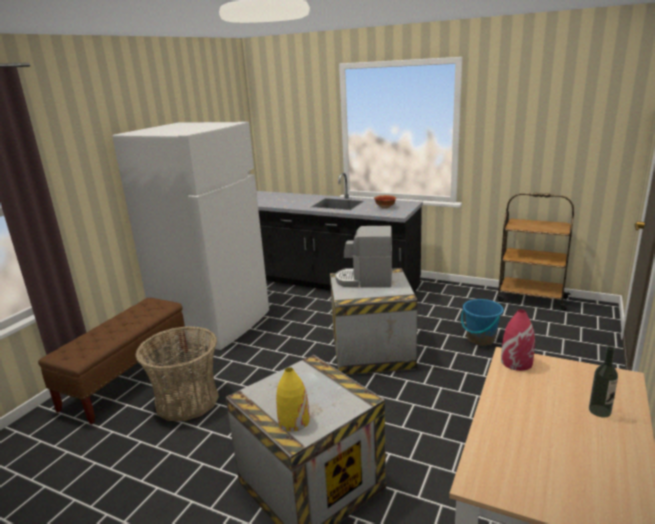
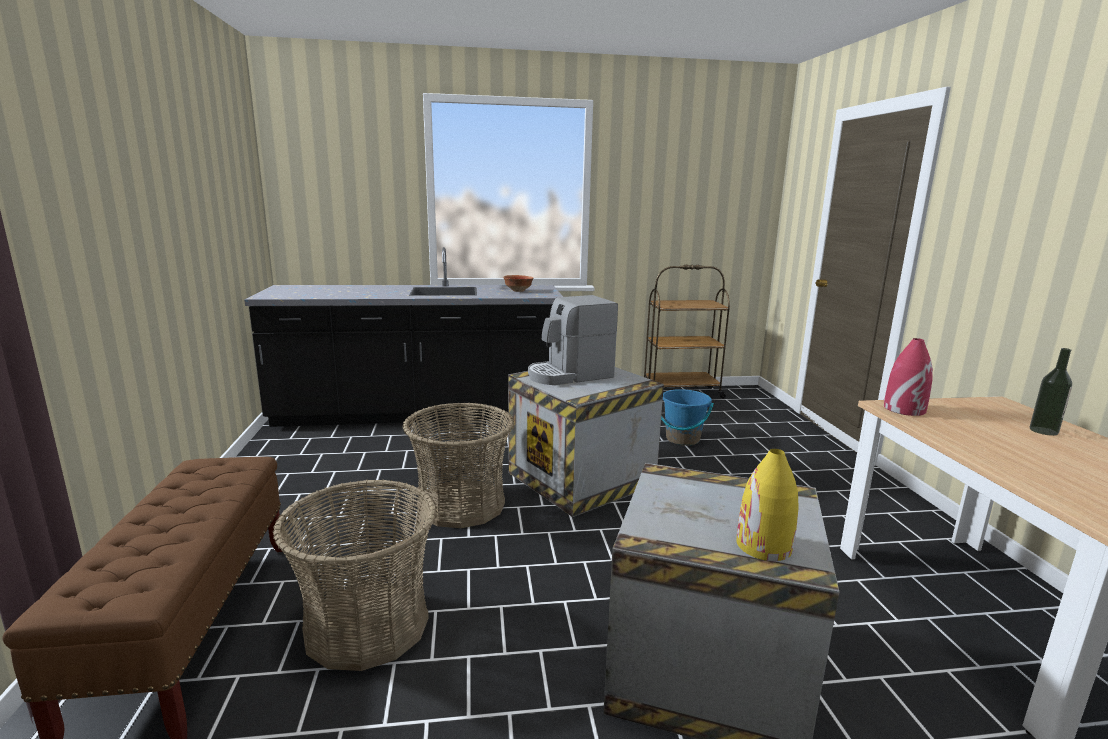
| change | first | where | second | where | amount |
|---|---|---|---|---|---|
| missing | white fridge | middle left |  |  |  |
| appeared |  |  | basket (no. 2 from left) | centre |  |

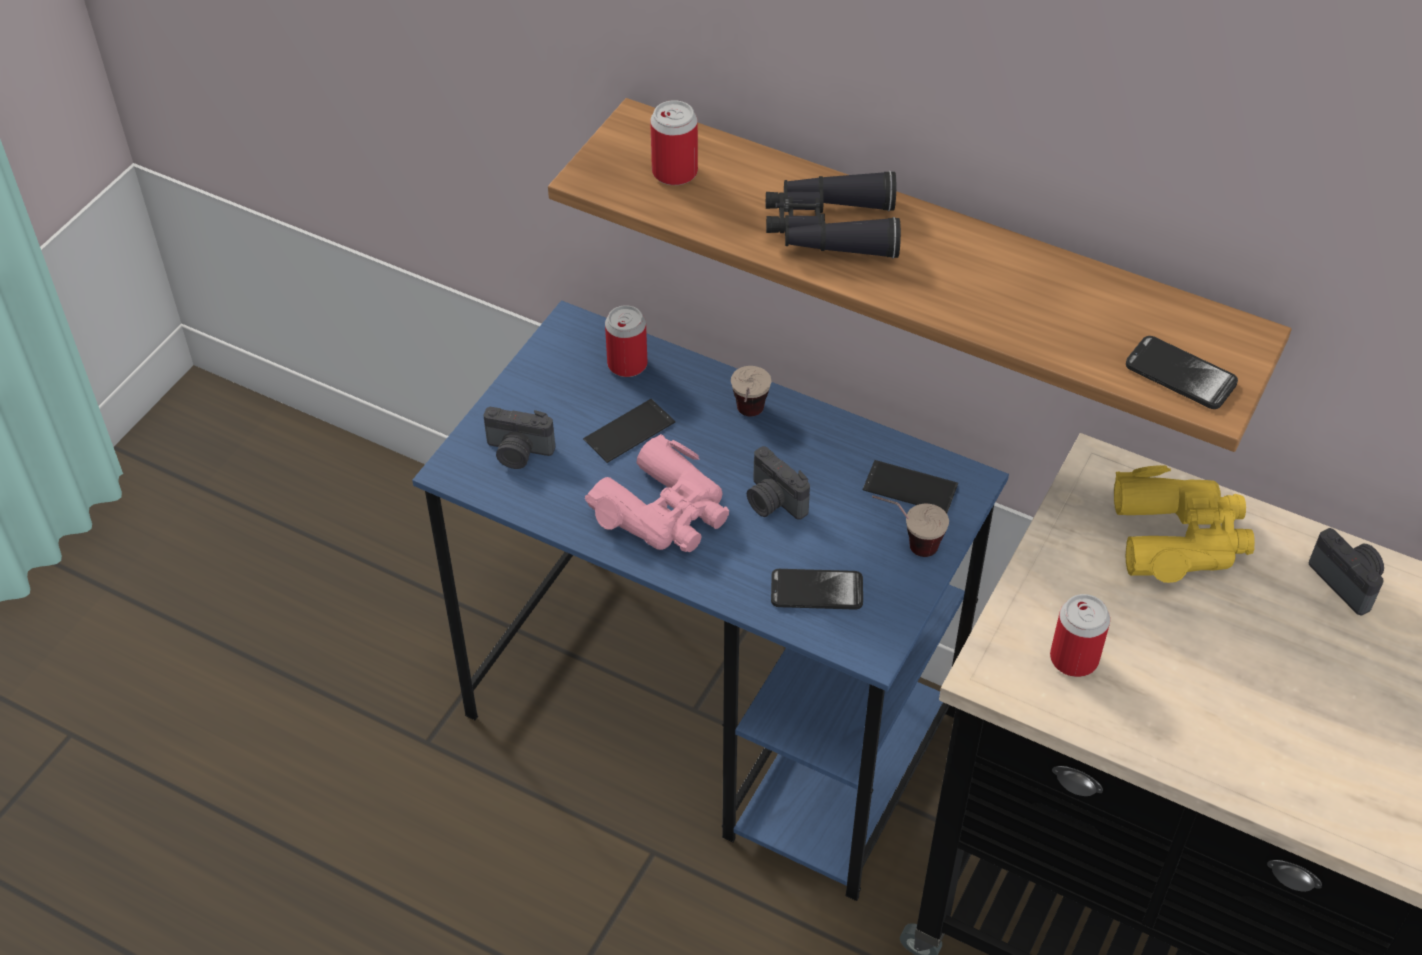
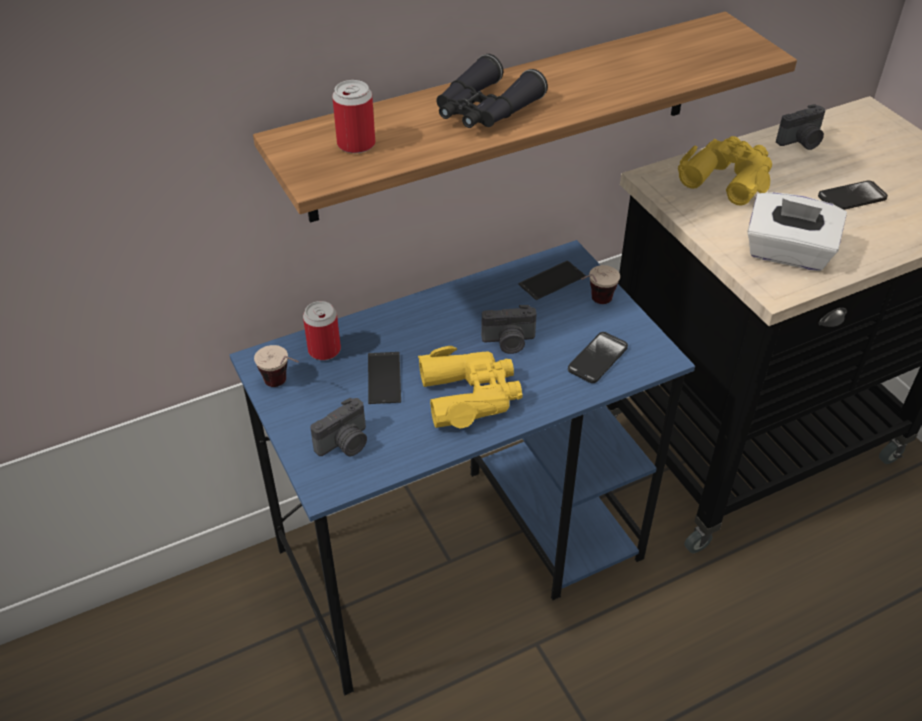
| change | first | where | second | where | amount |
|---|---|---|---|---|---|
| relocated | phone (no. 4 from left) | middle right |  | top right |  |
| relocated | cup (no. 1 from left) | centre |  | middle left |  |
| colour | pink binoculars | centre | yellow binoculars (no. 1 from left) | centre |  |
| spun | photo camera (no. 3 from left) | middle right |  | top right | 150 degrees clockwise |
| exchanged | can (no. 3 from left) | middle right | white tissue box | top right |  |

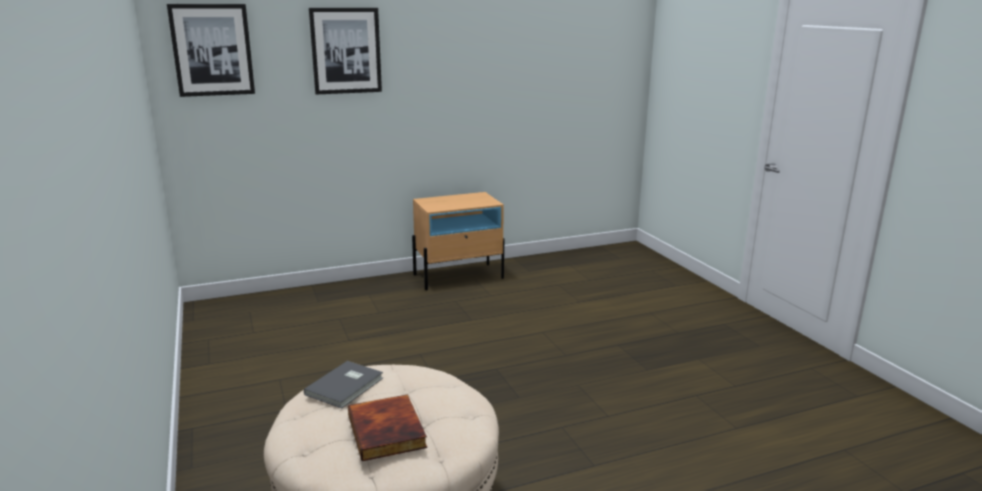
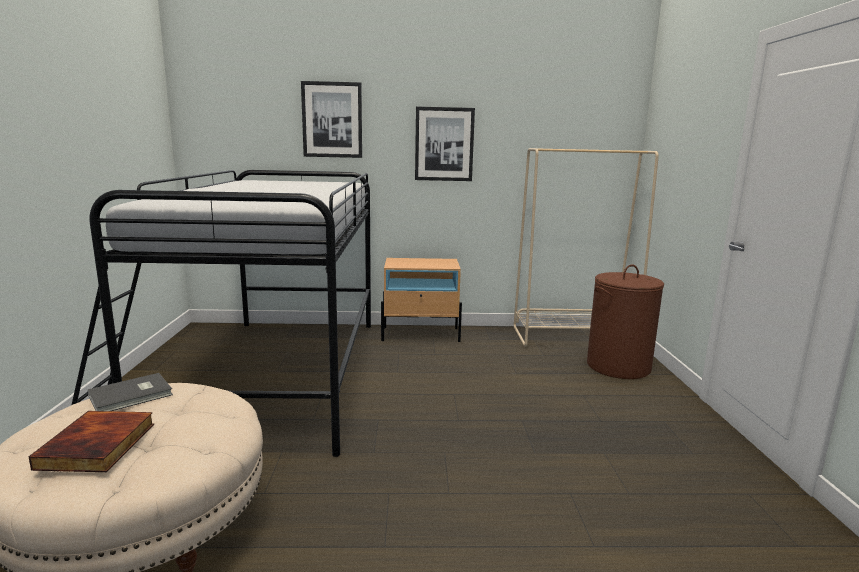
| change | first | where | second | where | amount |
|---|---|---|---|---|---|
| relocated | picture (no. 1 from left in the first image) | top left | picture (no. 2 from left) | top centre |  |
| appeared |  |  | beige clothes rack | middle right |  |
| appeared |  |  | black bed | middle left |  |
| appeared |  |  | brown laundry basket | middle right |  |

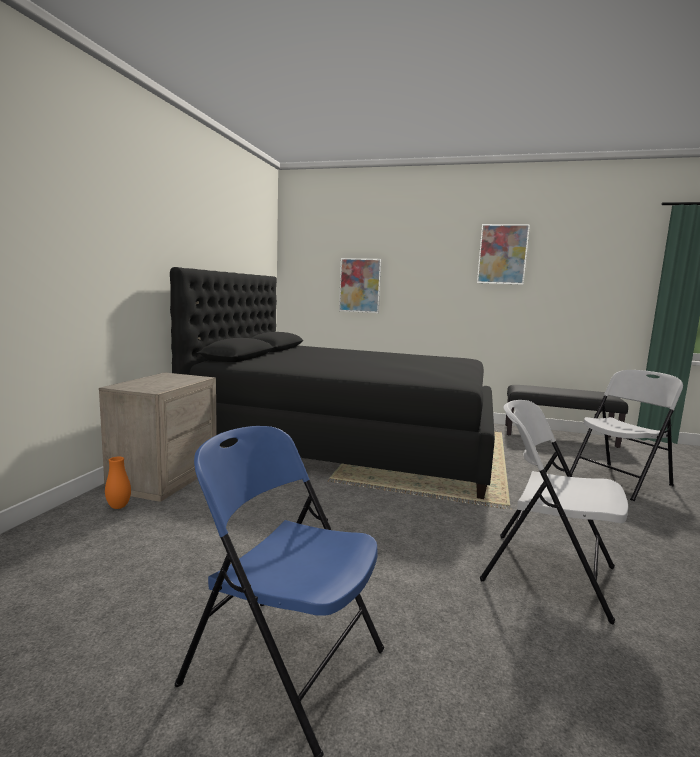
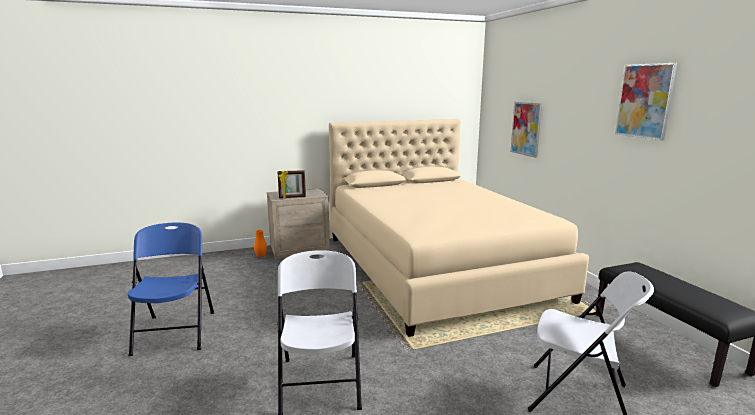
| change | first | where | second | where | amount |
|---|---|---|---|---|---|
| colour | black bed | centre | beige bed | centre |  |
| appeared |  |  | picture frame | centre |  |

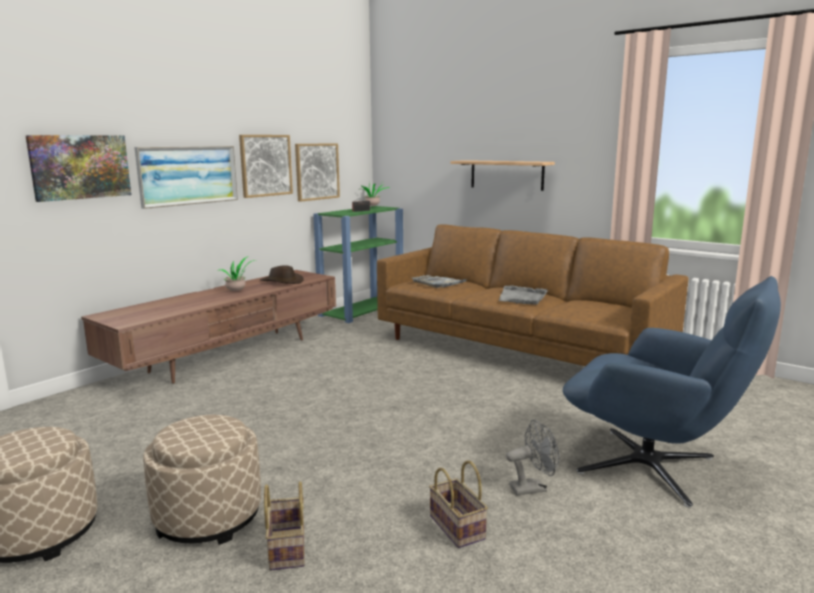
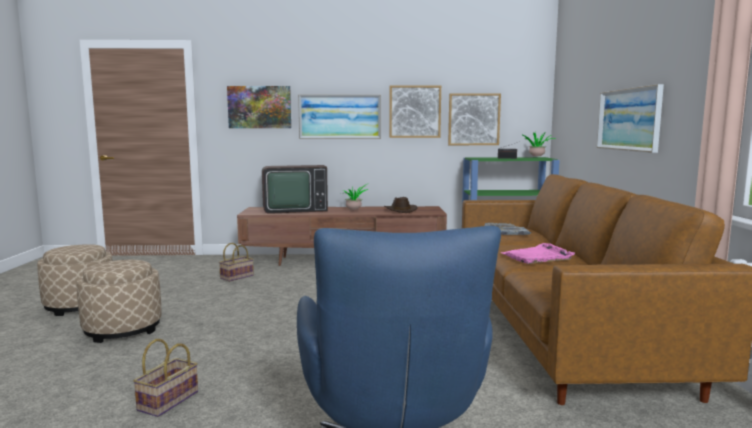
| change | first | where | second | where | amount |
|---|---|---|---|---|---|
| exchanged | shelf | top centre | picture (no. 5 from left) | top right |  |
| colour | grey tray (no. 2 from left) | centre | pink tray | middle right |  |
| missing | grey fan | bottom centre |  |  |  |
| relocated | basket (no. 1 from left in the first image) | bottom centre | basket (no. 2 from left) | middle left |  |
| appeared |  |  | television | centre |  |

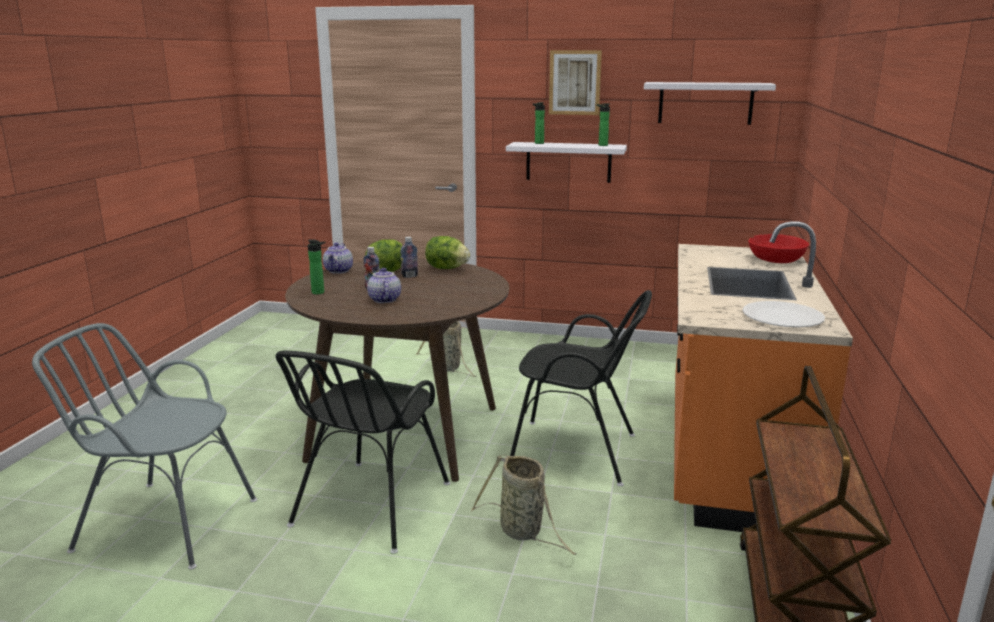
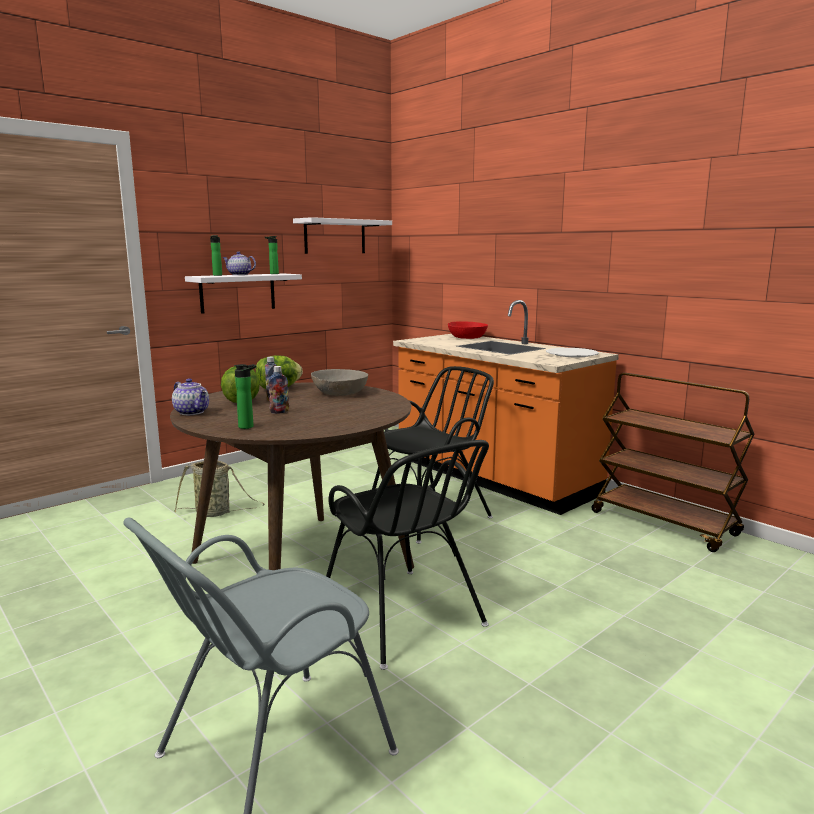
| change | first | where | second | where | amount |
|---|---|---|---|---|---|
| missing | picture | top centre |  |  |  |
| relocated | teapot (no. 2 from left) | centre |  | top left |  |
| missing | basket (no. 2 from left) | bottom centre |  |  |  |
| appeared |  |  | grey bowl | centre |  |

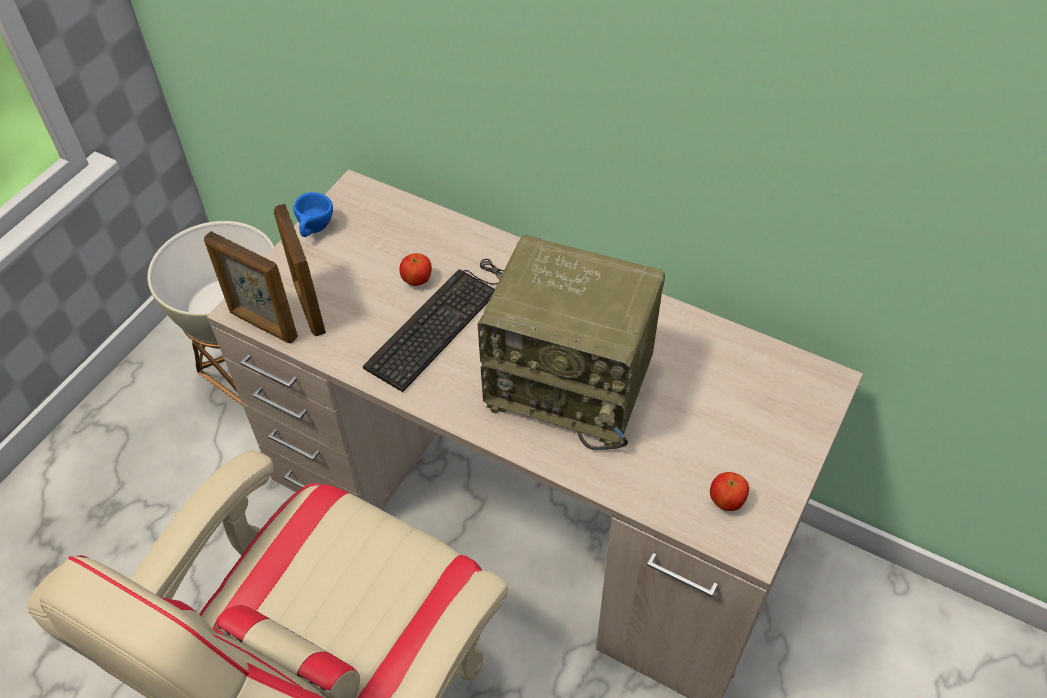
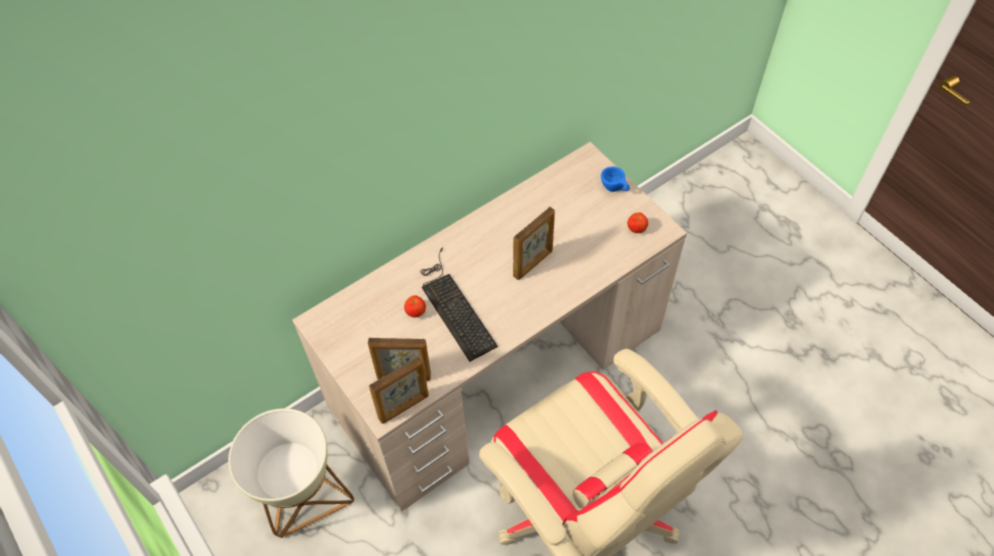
| change | first | where | second | where | amount |
|---|---|---|---|---|---|
| relocated | blue cup | top left |  | top centre |  |
| exchanged | radio | centre | picture frame (no. 3 from left) | centre |  |

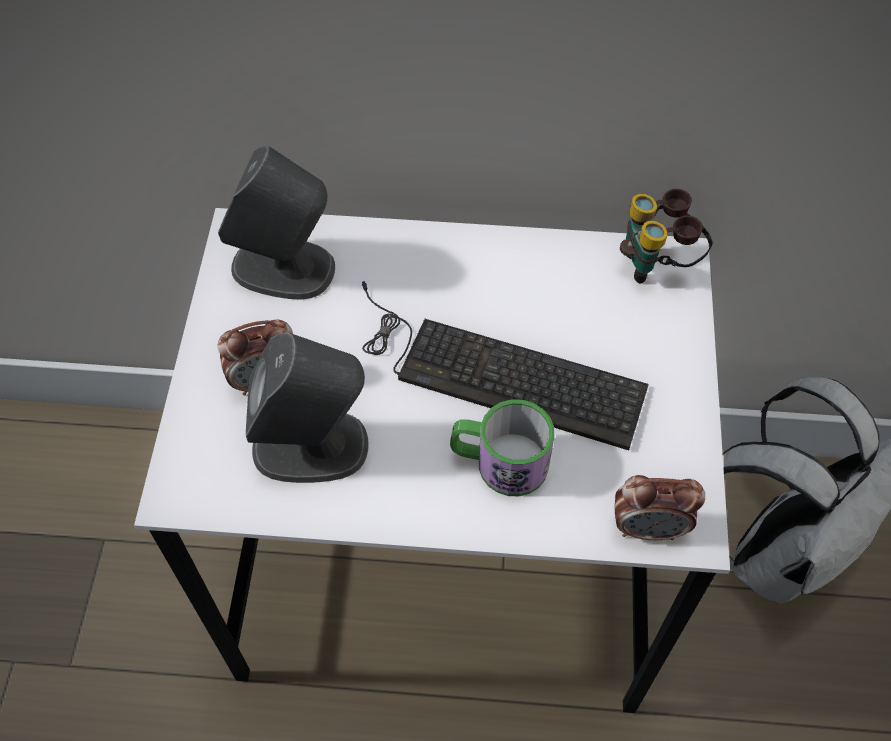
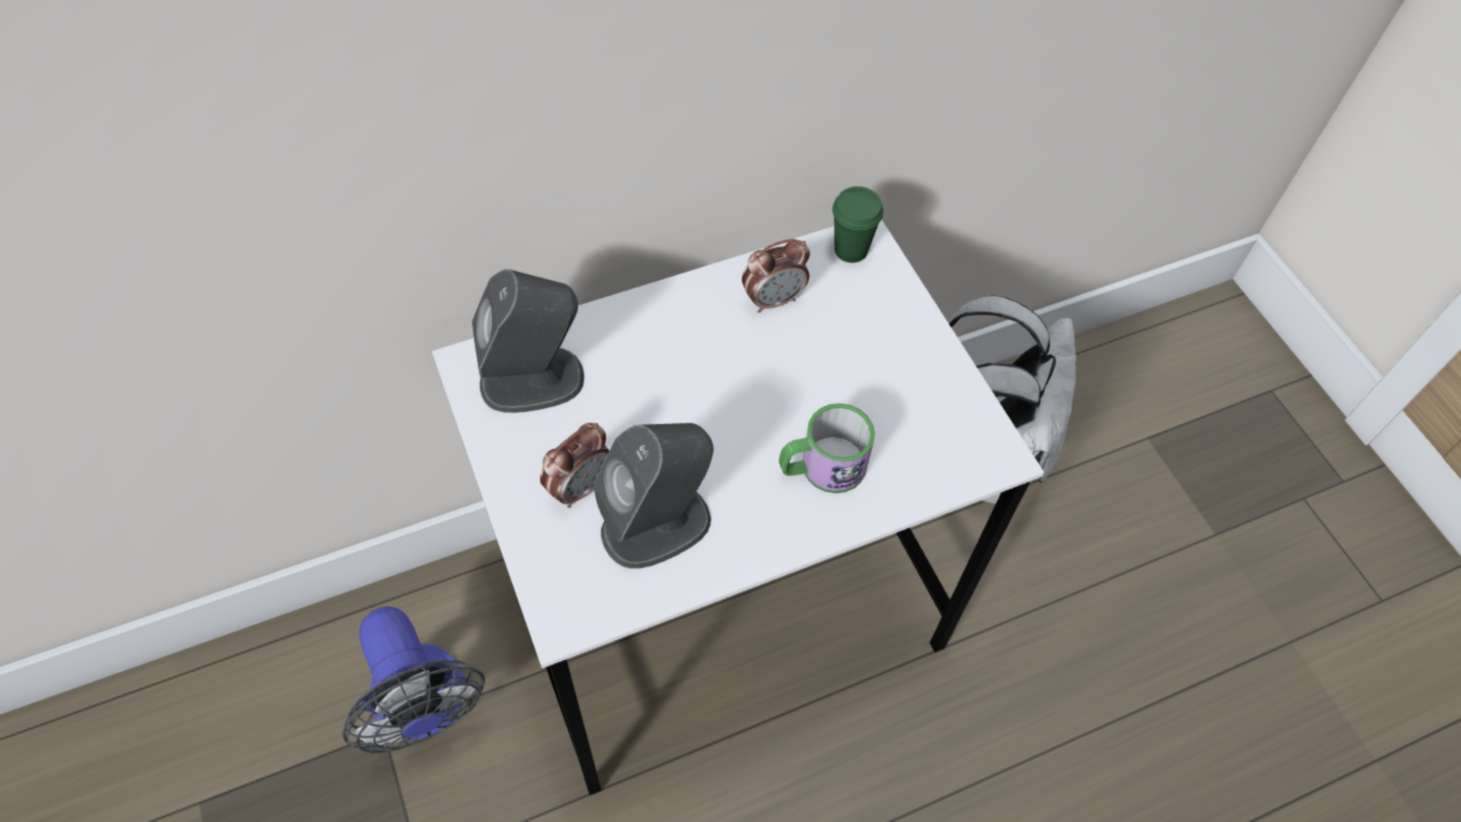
| change | first | where | second | where | amount |
|---|---|---|---|---|---|
| exchanged | binoculars | top right | green cup | top centre |  |
| missing | keyboard | centre |  |  |  |
| relocated | alarm clock (no. 2 from left) | bottom right |  | centre |  |
| appeared |  |  | fan | bottom left |  |

